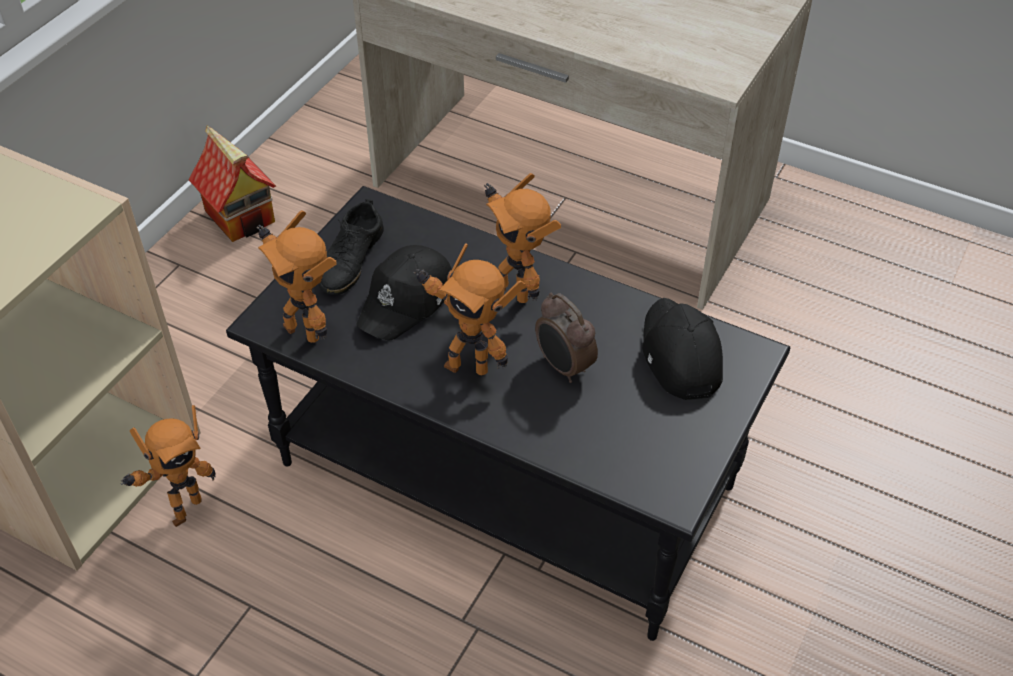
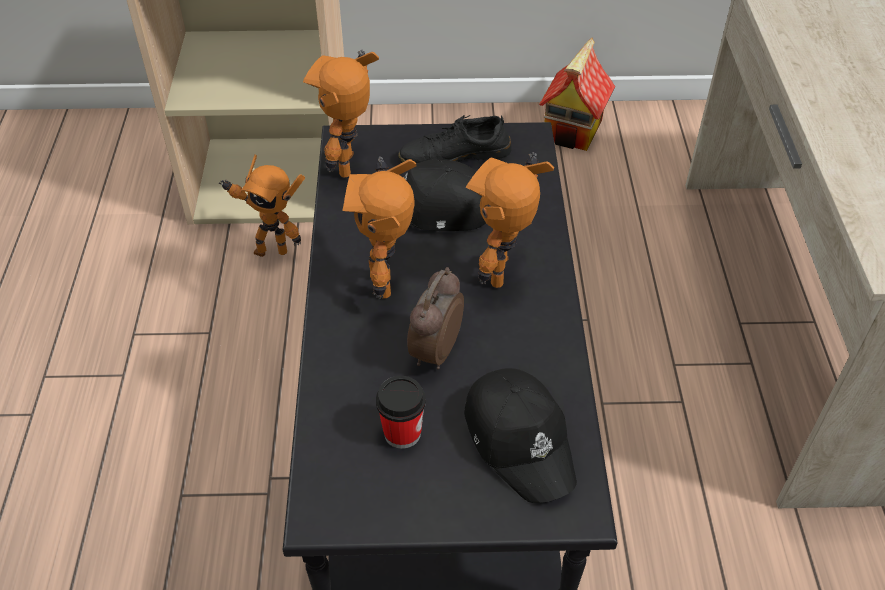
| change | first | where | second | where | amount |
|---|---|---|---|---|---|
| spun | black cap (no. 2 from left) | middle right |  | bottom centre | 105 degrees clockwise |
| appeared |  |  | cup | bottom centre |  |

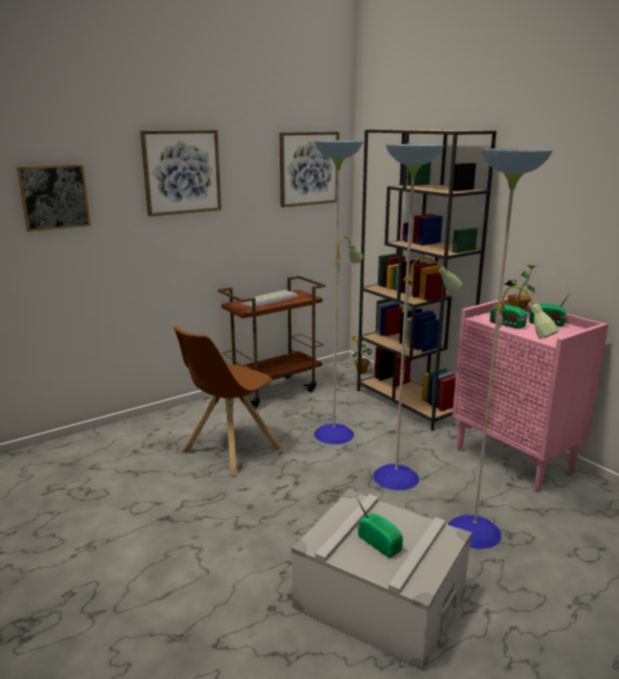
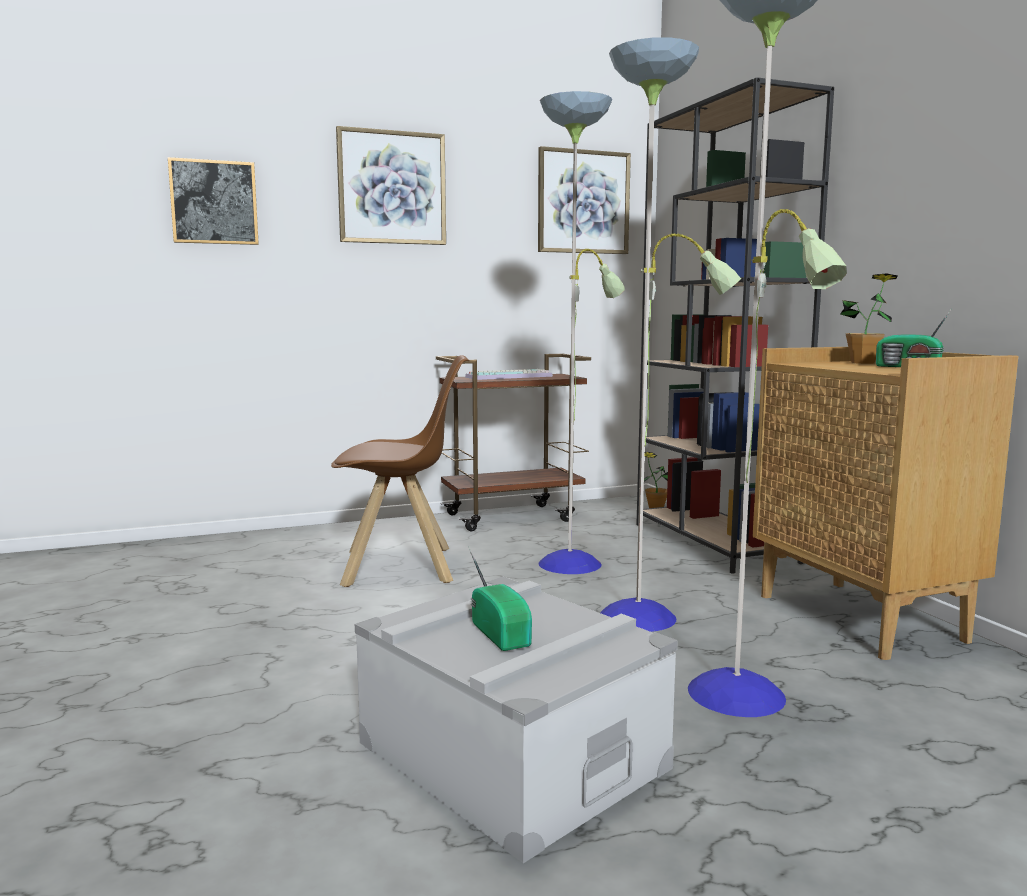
| change | first | where | second | where | amount |
|---|---|---|---|---|---|
| missing | radio (no. 2 from left) | middle right |  |  |  |
| colour | pink cabinet | middle right | brown cabinet | middle right |  |
| spun | brown chair | centre |  | centre | 150 degrees counterclockwise |

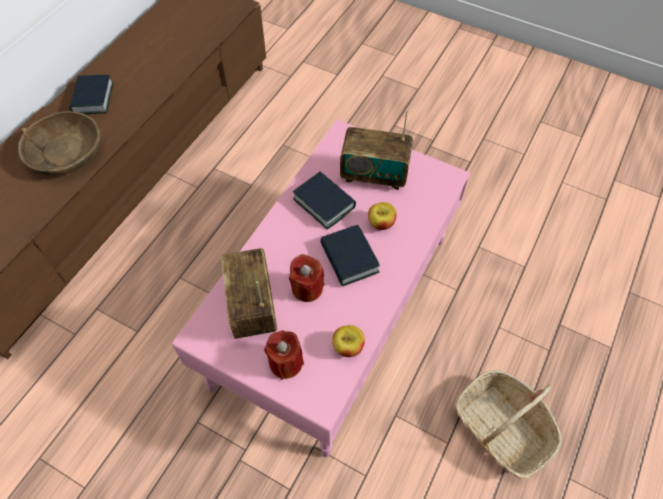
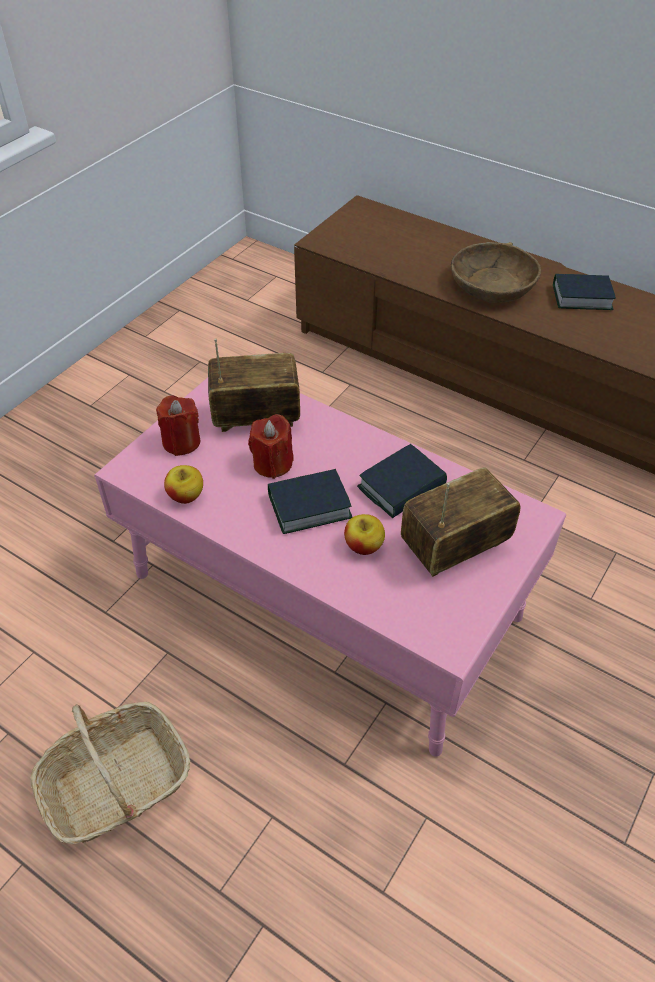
| change | first | where | second | where | amount |
|---|---|---|---|---|---|
| spun | radio (no. 2 from left) | top centre |  | middle right | 45 degrees clockwise |

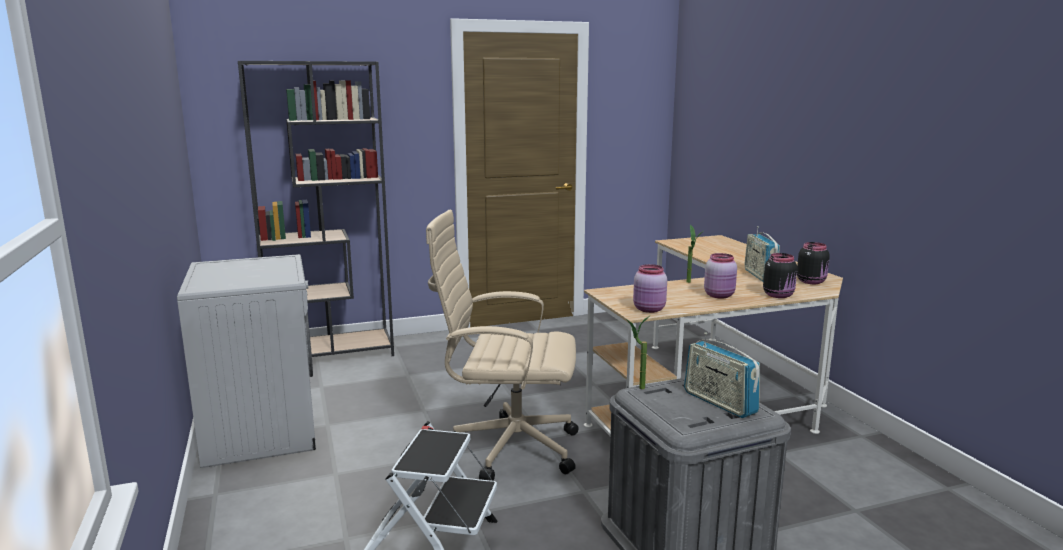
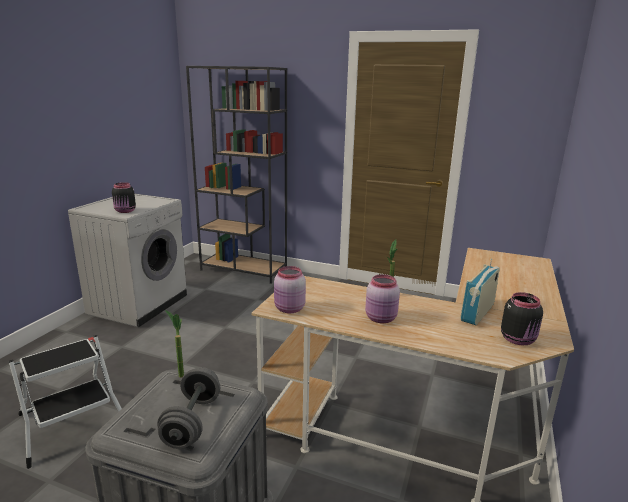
| change | first | where | second | where | amount |
|---|---|---|---|---|---|
| missing | beige office chair | centre |  |  |  |
| relocated | black jar (no. 1 from left) | middle right |  | middle left |  |
| exchanged | radio (no. 1 from left) | bottom right | grey dumbbell | bottom left |  |

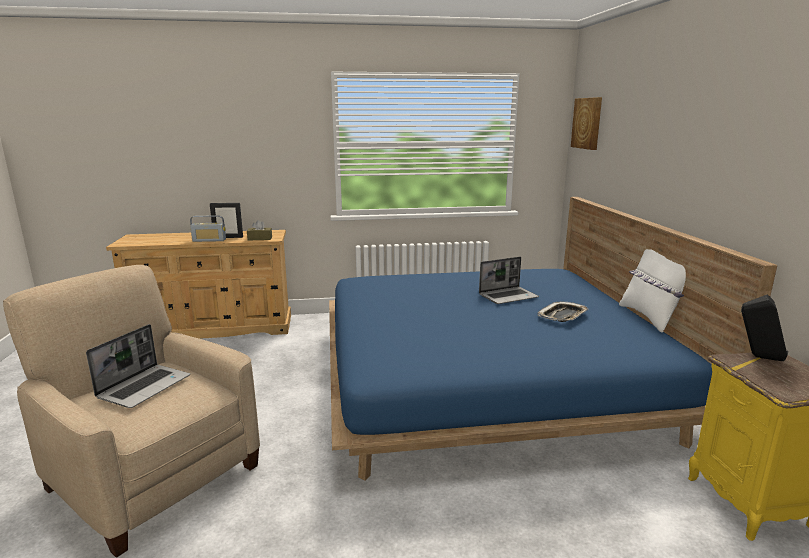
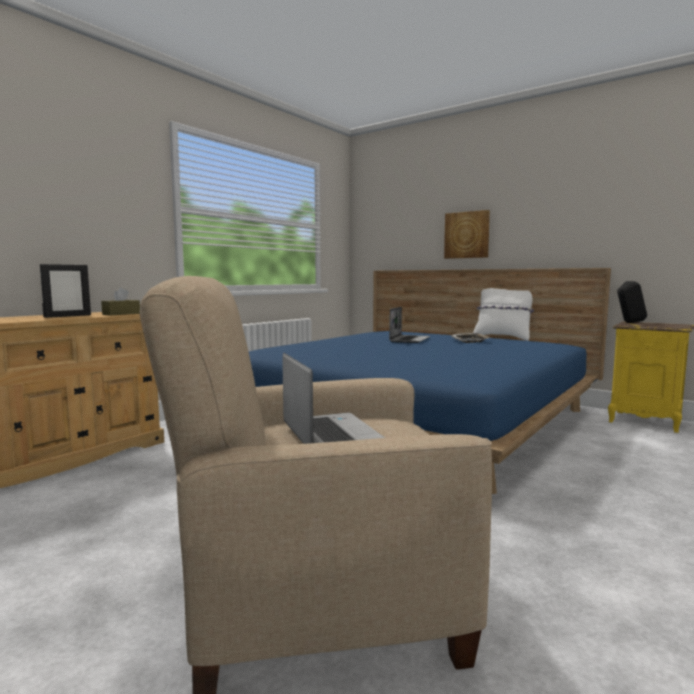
| change | first | where | second | where | amount |
|---|---|---|---|---|---|
| relocated | picture | top right |  | middle right |  |
| missing | radio | middle left |  |  |  |

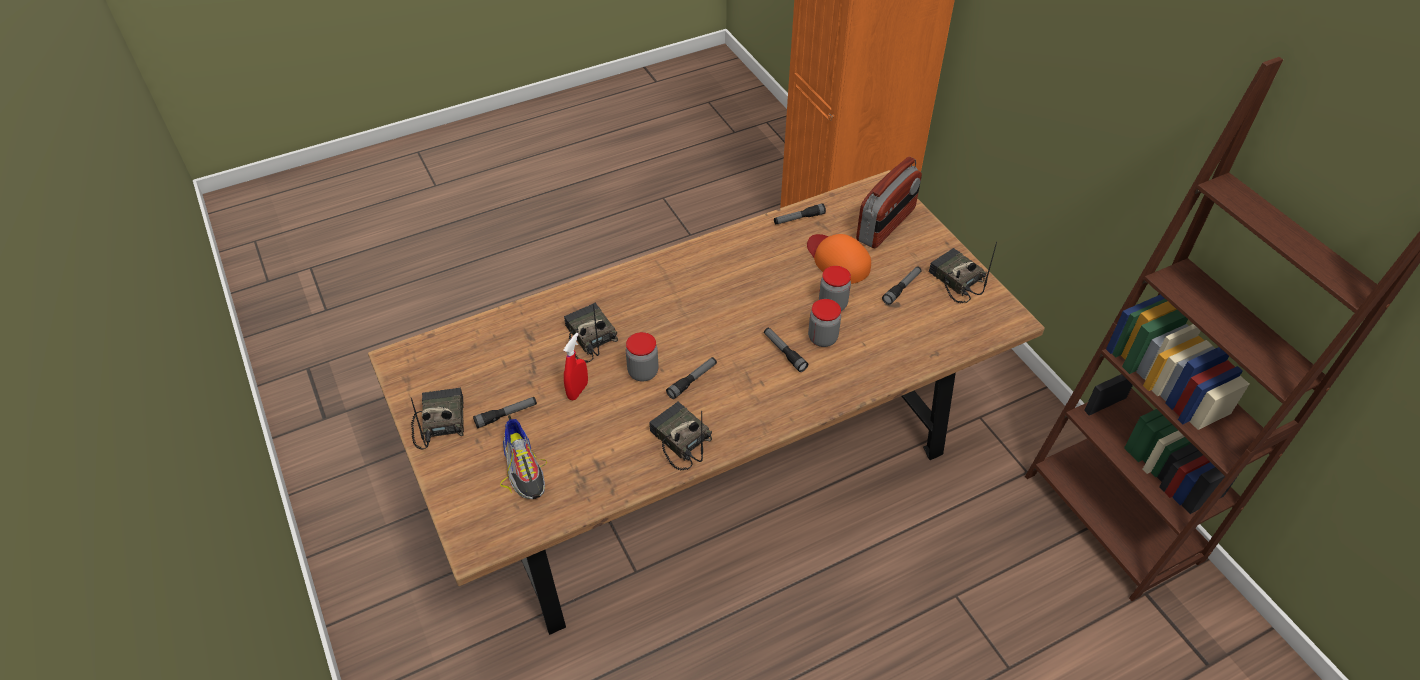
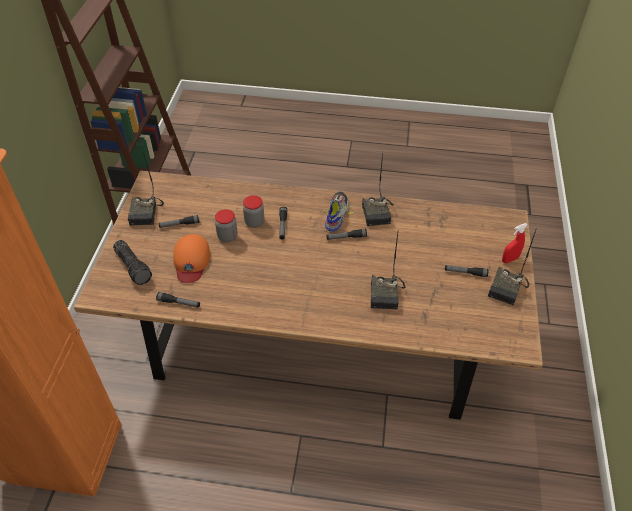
| change | first | where | second | where | amount |
|---|---|---|---|---|---|
| exchanged | radio (no. 4 from left) | top centre | flashlight (no. 1 from left) | middle left |  |
| missing | jar (no. 1 from left) | centre |  |  |  |
| relocated | red spray bottle | centre |  | middle right |  |
| relocated | shoe | bottom centre |  | centre |  |

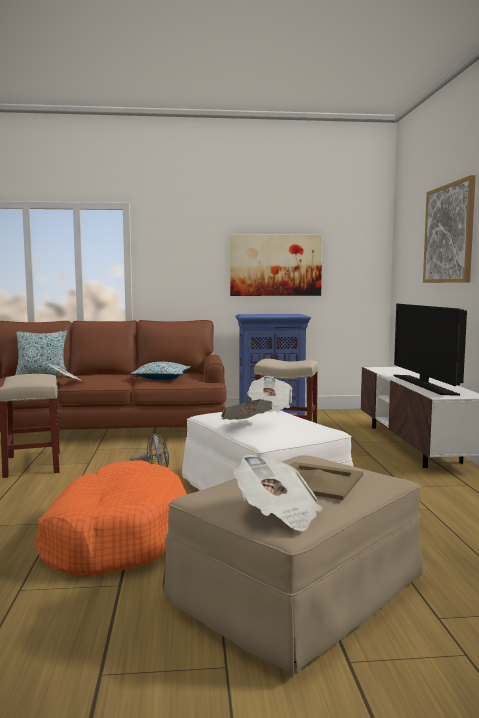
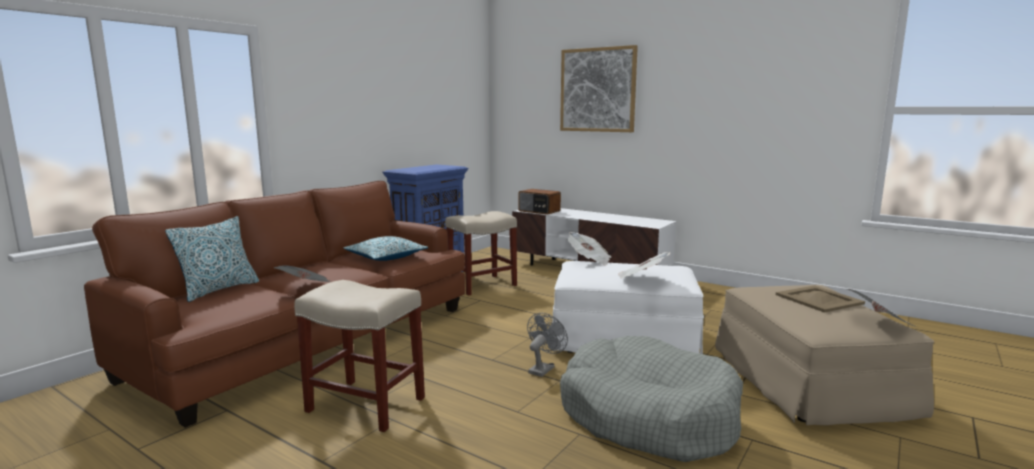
| change | first | where | second | where | amount |
|---|---|---|---|---|---|
| missing | picture (no. 1 from left) | centre |  |  |  |
| missing | television | middle right |  |  |  |
| colour | orange dog bed | bottom left | grey dog bed | bottom centre |  |
| appeared |  |  | radio | centre |  |

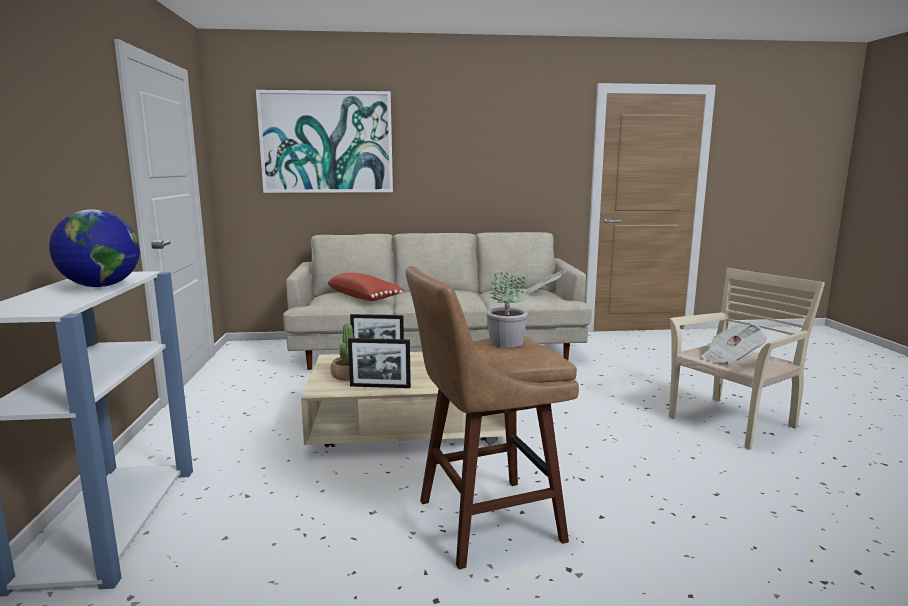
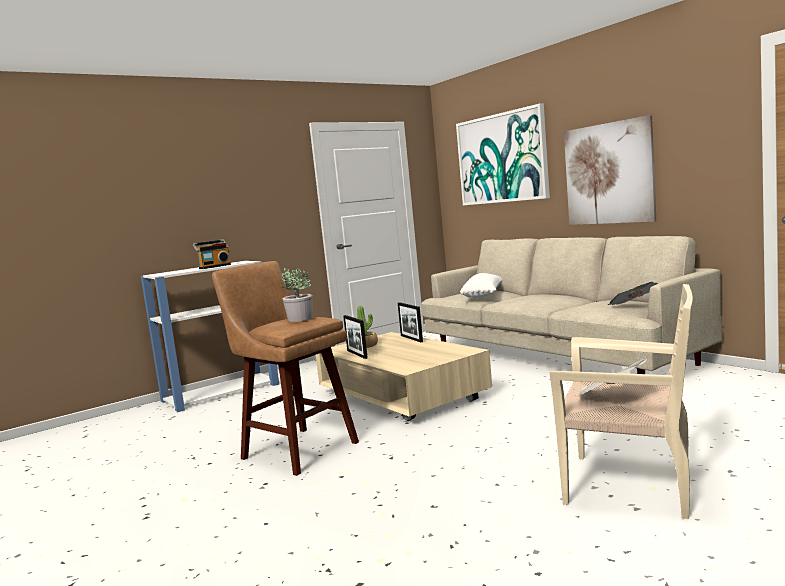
| change | first | where | second | where | amount |
|---|---|---|---|---|---|
| exchanged | globe | middle left | radio | middle left |  |
| colour | red pillow | centre | white pillow | centre |  |
| appeared |  |  | picture (no. 2 from left) | top right |  |

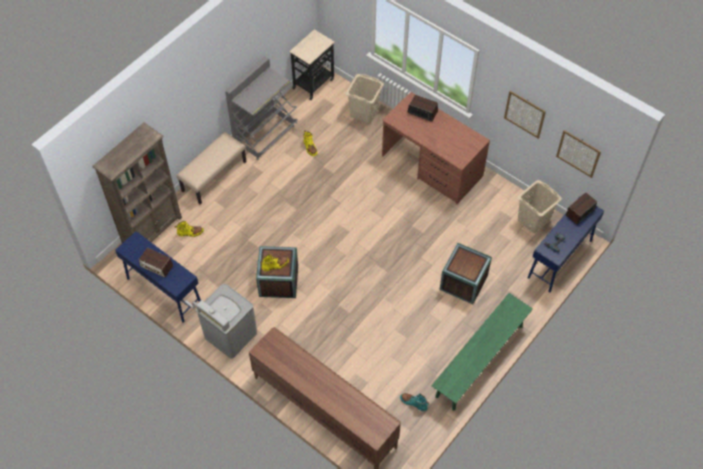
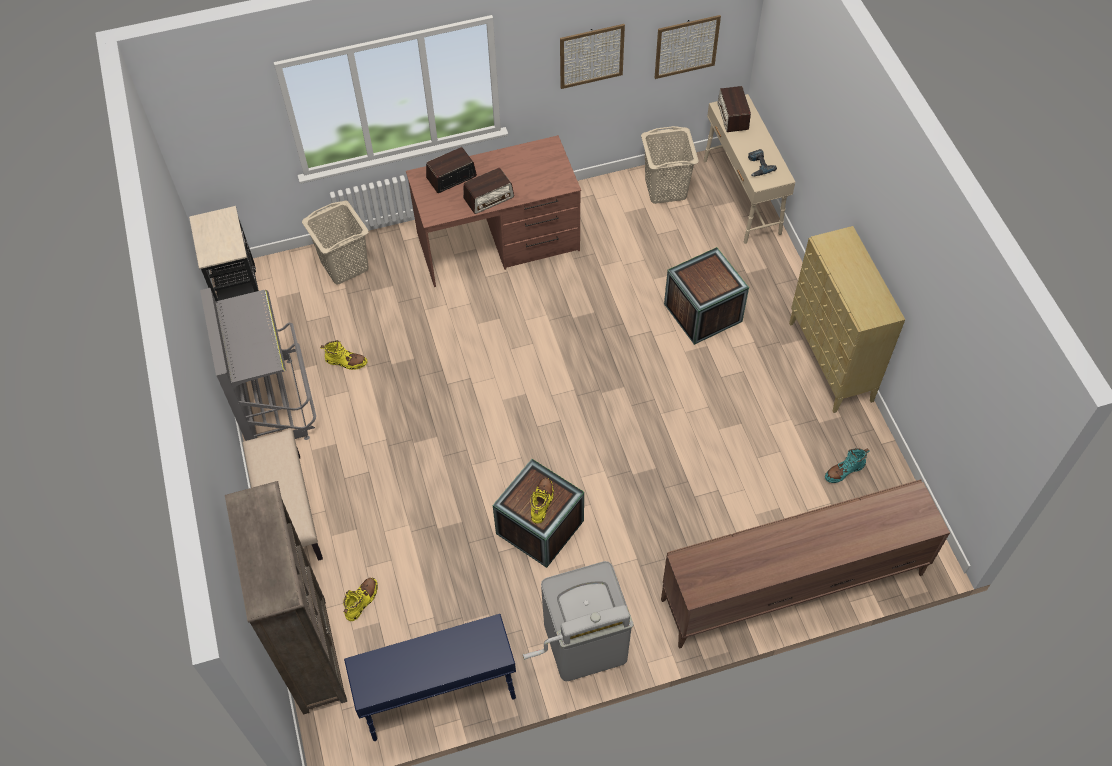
| change | first | where | second | where | amount |
|---|---|---|---|---|---|
| colour | blue console table (no. 2 from left) | middle right | beige console table | top right |  |
| relocated | radio (no. 1 from left in the first image) | middle left | radio (no. 2 from left) | top centre |  |
| exchanged | green bench | bottom right | beige dresser | middle right |  |

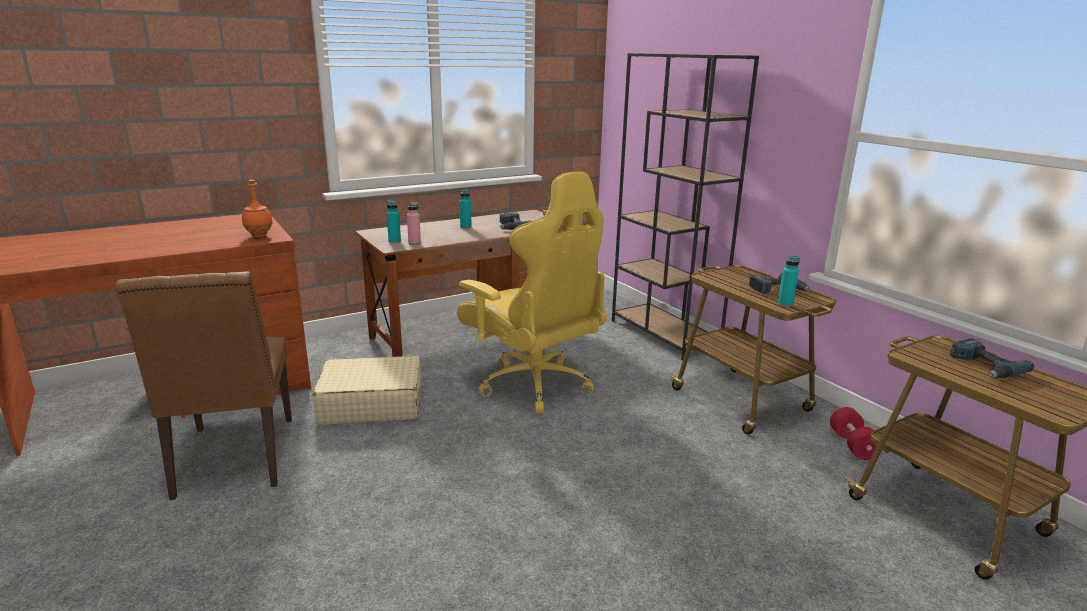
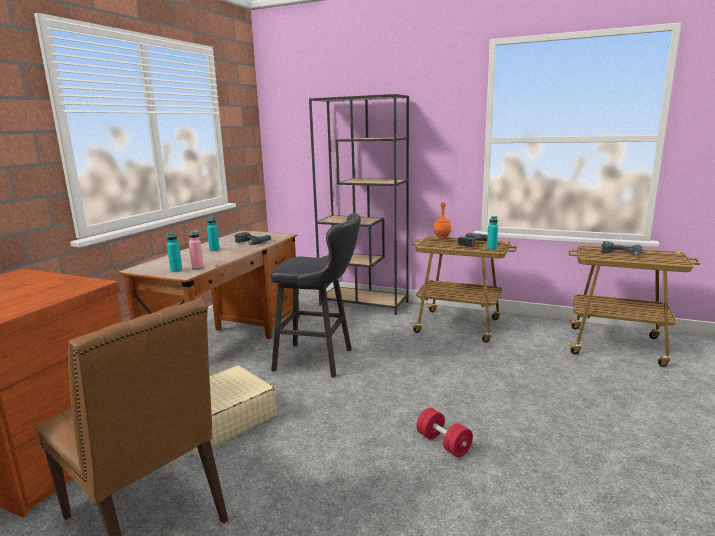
| change | first | where | second | where | amount |
|---|---|---|---|---|---|
| exchanged | yellow office chair | centre | black stool | centre |  |
| relocated | orange bottle | middle left |  | centre |  |
| relocated | red dumbbell | bottom right |  | bottom centre |  |

